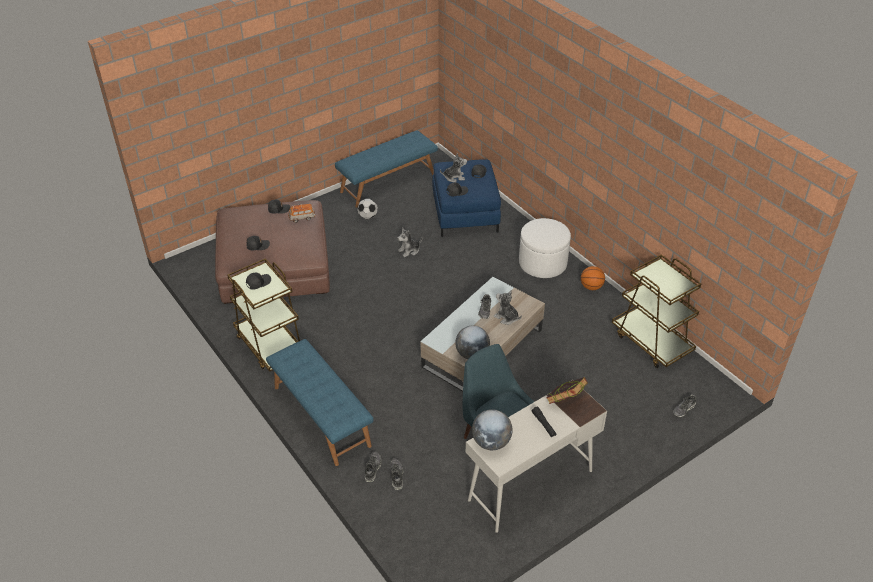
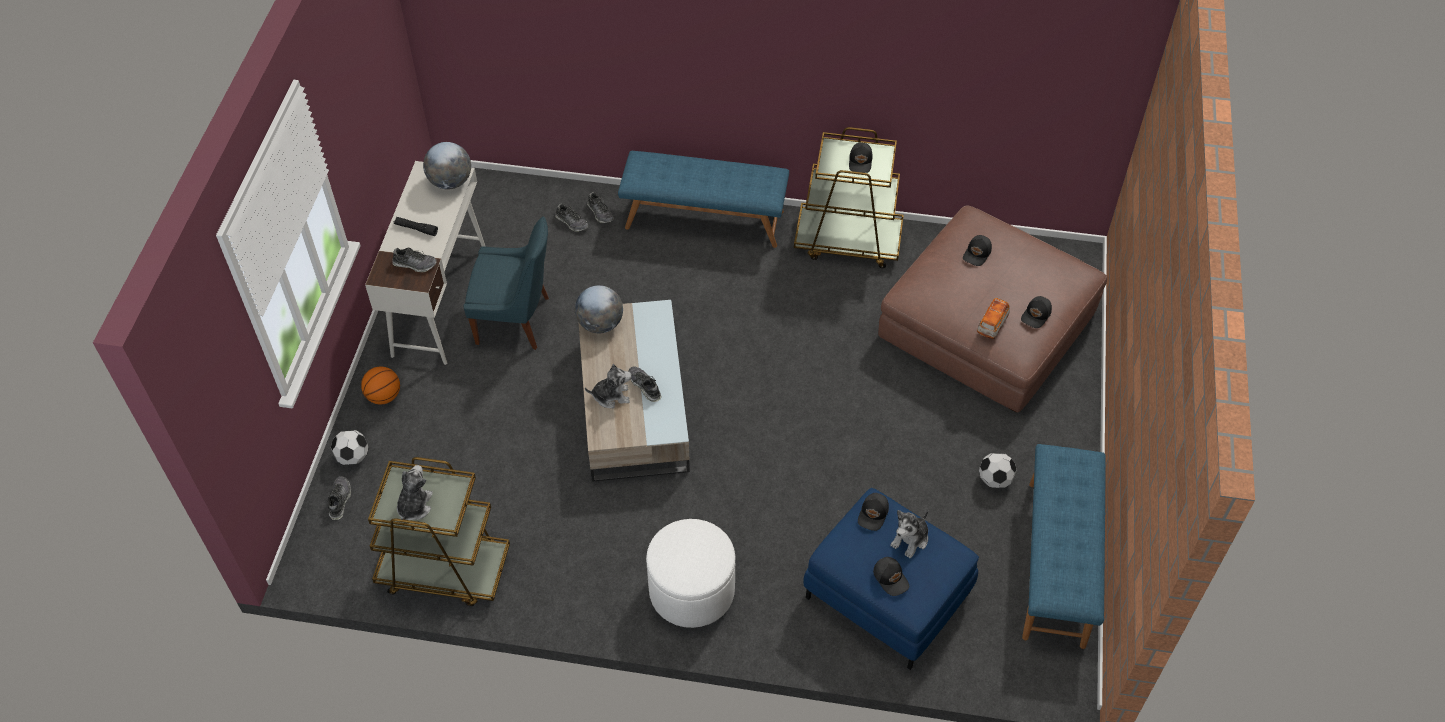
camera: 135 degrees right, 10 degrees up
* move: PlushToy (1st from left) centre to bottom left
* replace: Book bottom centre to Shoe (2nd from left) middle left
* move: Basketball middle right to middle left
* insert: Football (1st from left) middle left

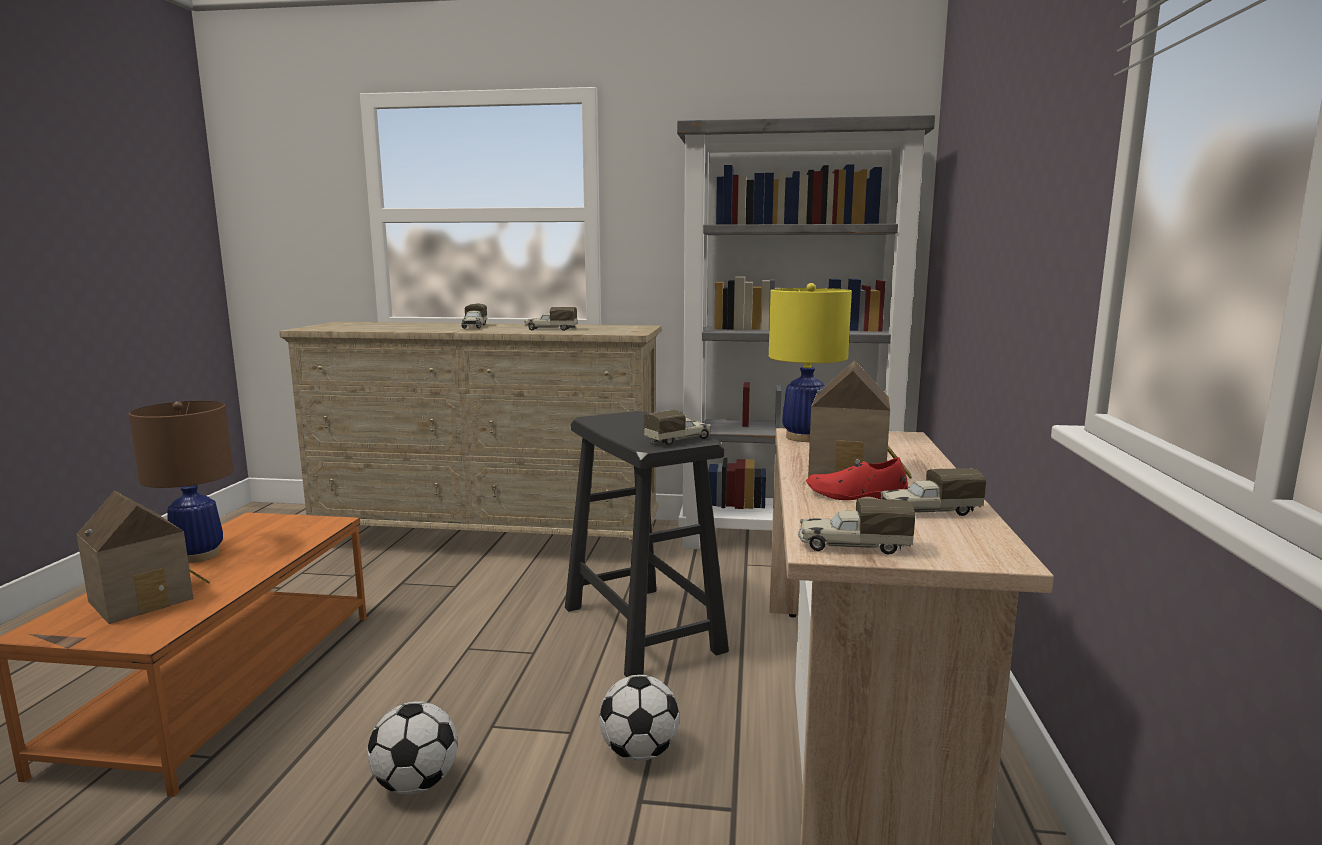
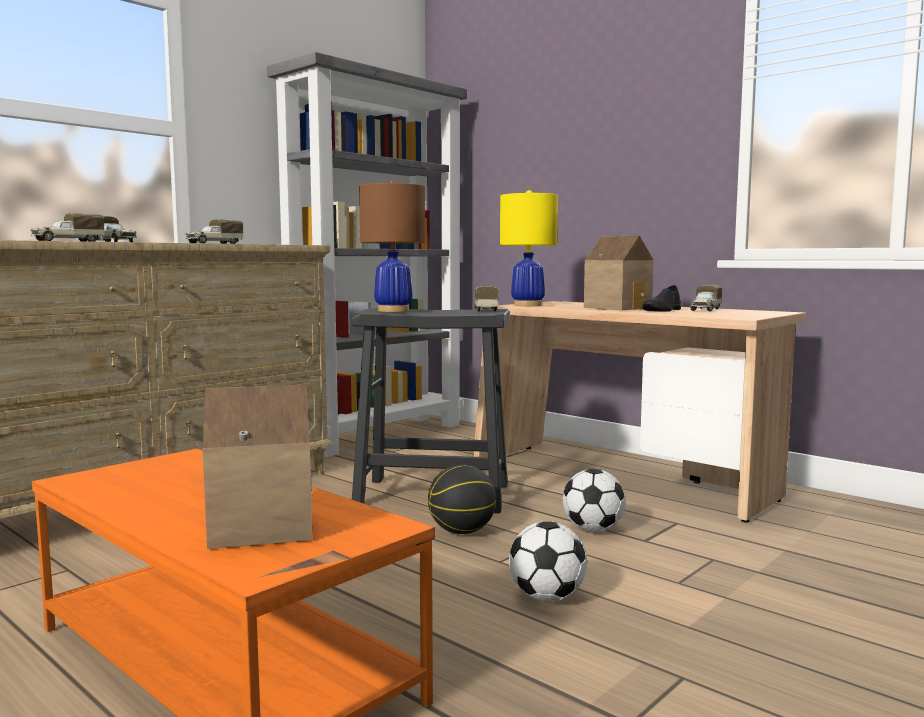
camera: 55 degrees left, 5 degrees down
* move: BrownTableLamp middle left to centre
* move: ToyTruck (4th from left in the first image) centre to ToyTruck (1st from left) top left
* recolor: RedShoe centre to BlackShoe middle right
* insert: Basketball bottom centre

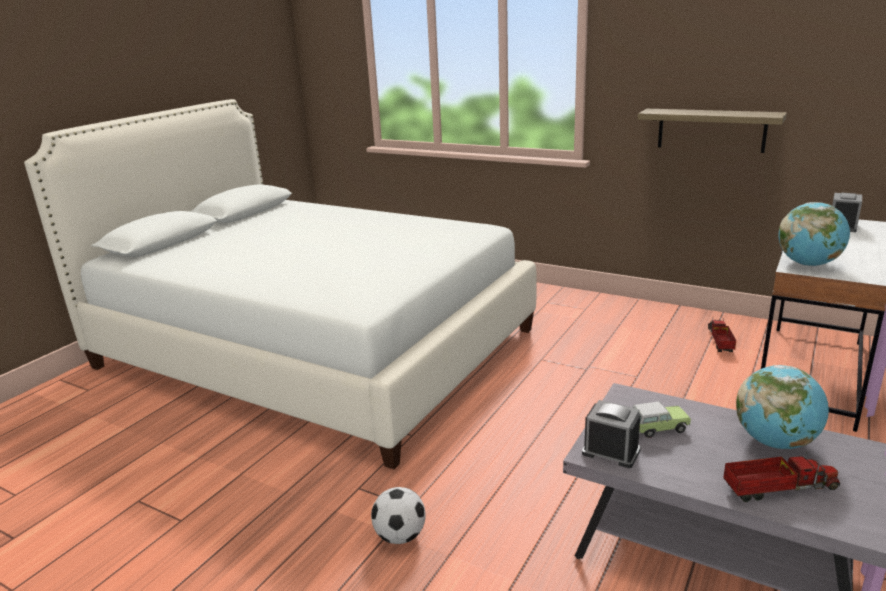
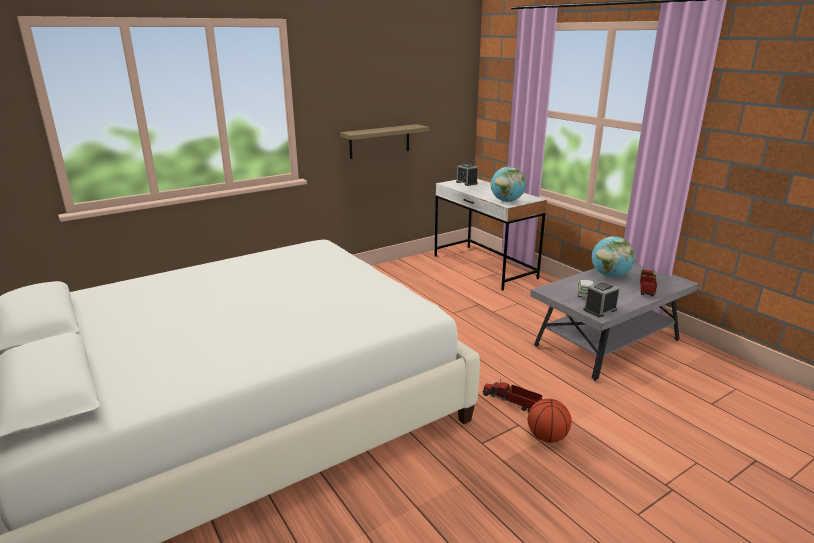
camera: 65 degrees left, 0 degrees up
* replace: Football bottom centre to Basketball bottom right
* move: ToyTruck (1st from left) middle right to bottom centre

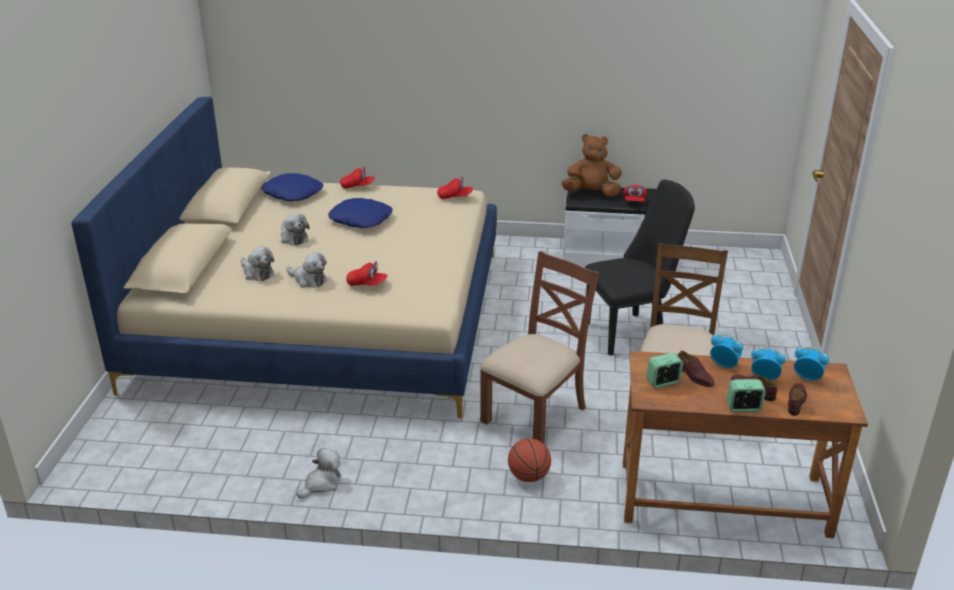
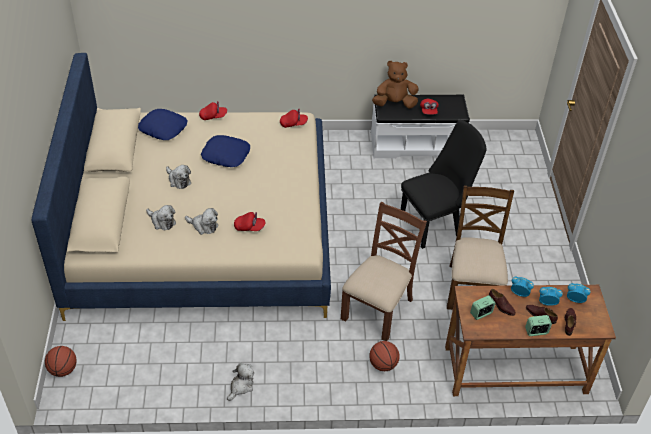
camera: 10 degrees left, 15 degrees up
* insert: Basketball (1st from left) bottom left

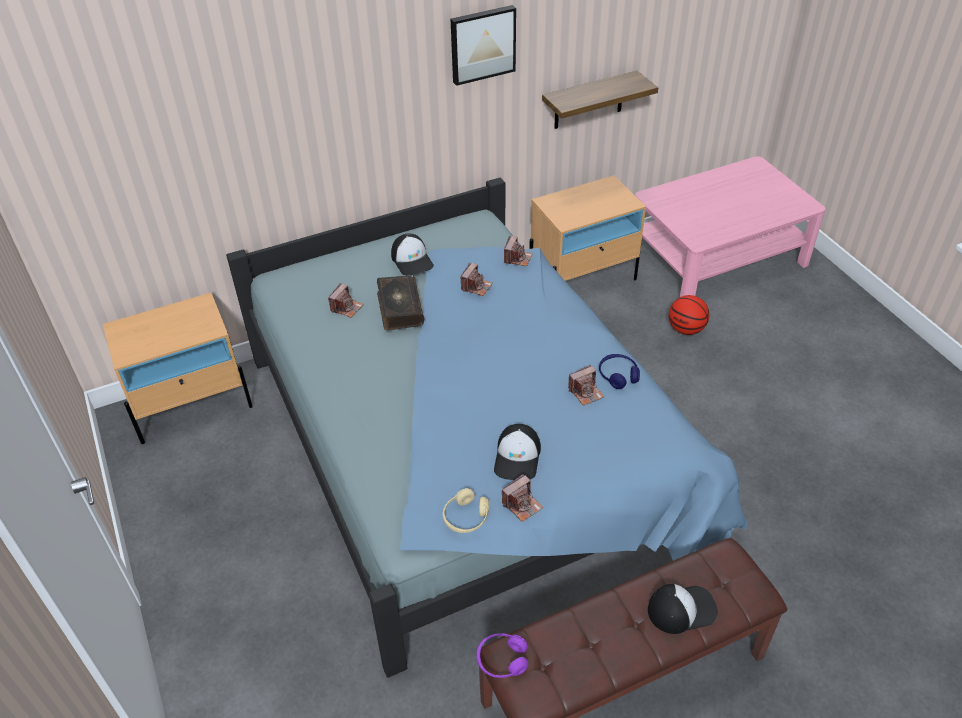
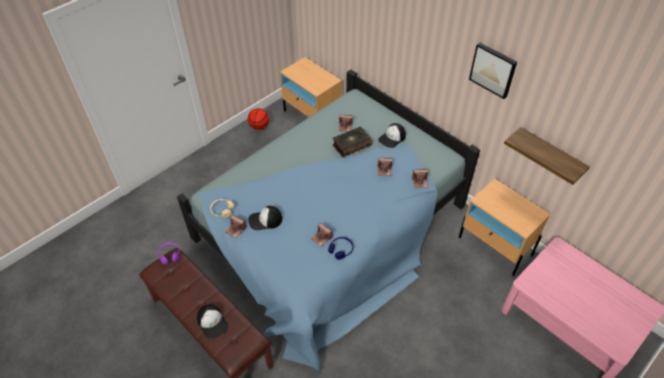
camera: 70 degrees right, 5 degrees up
* move: Basketball middle right to top centre

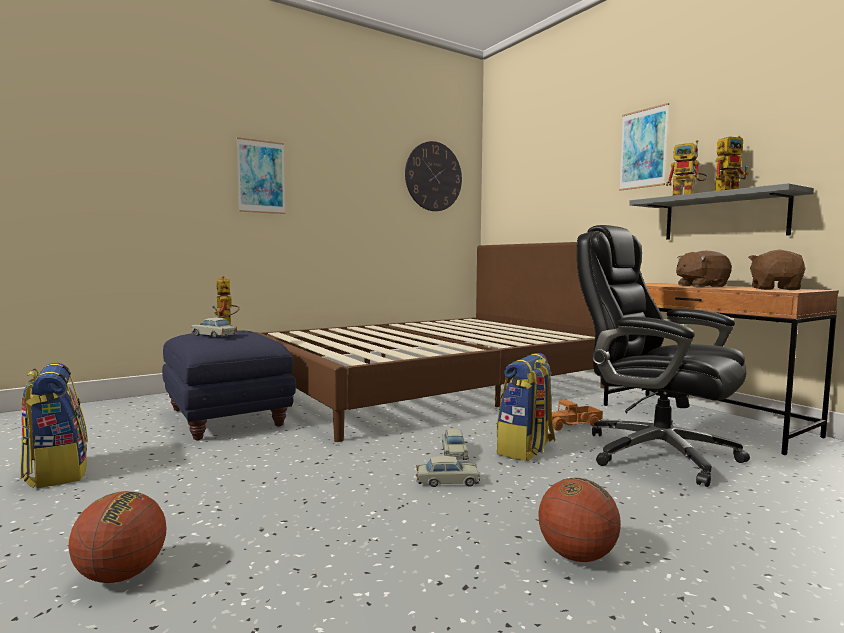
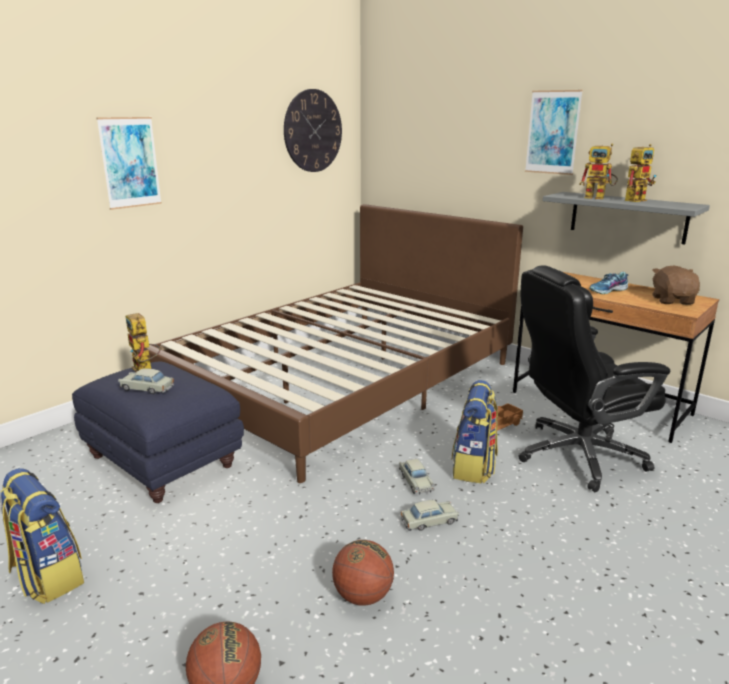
camera: 15 degrees left, 15 degrees up
* move: Basketball (2nd from left) bottom right to bottom centre
* rotate: BlackOfficeChair middle right = middle right 45 degrees counterclockwise
* replace: BrownPlushToy (1st from left) middle right to Shoe middle right

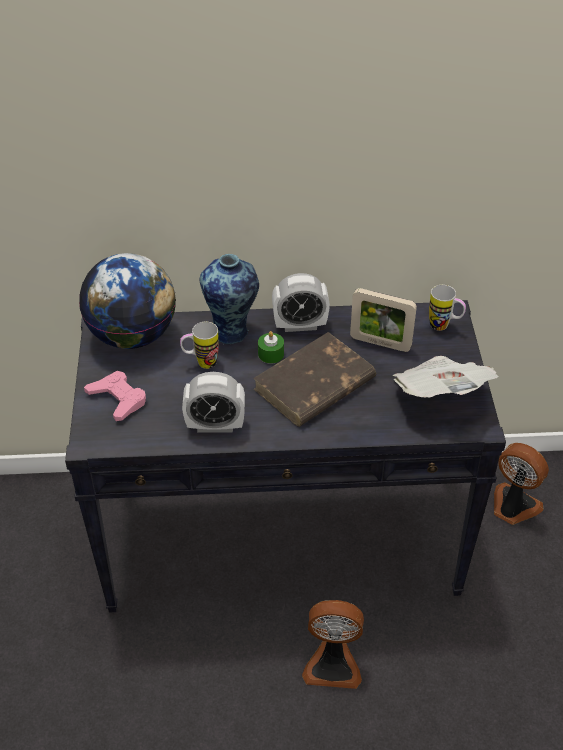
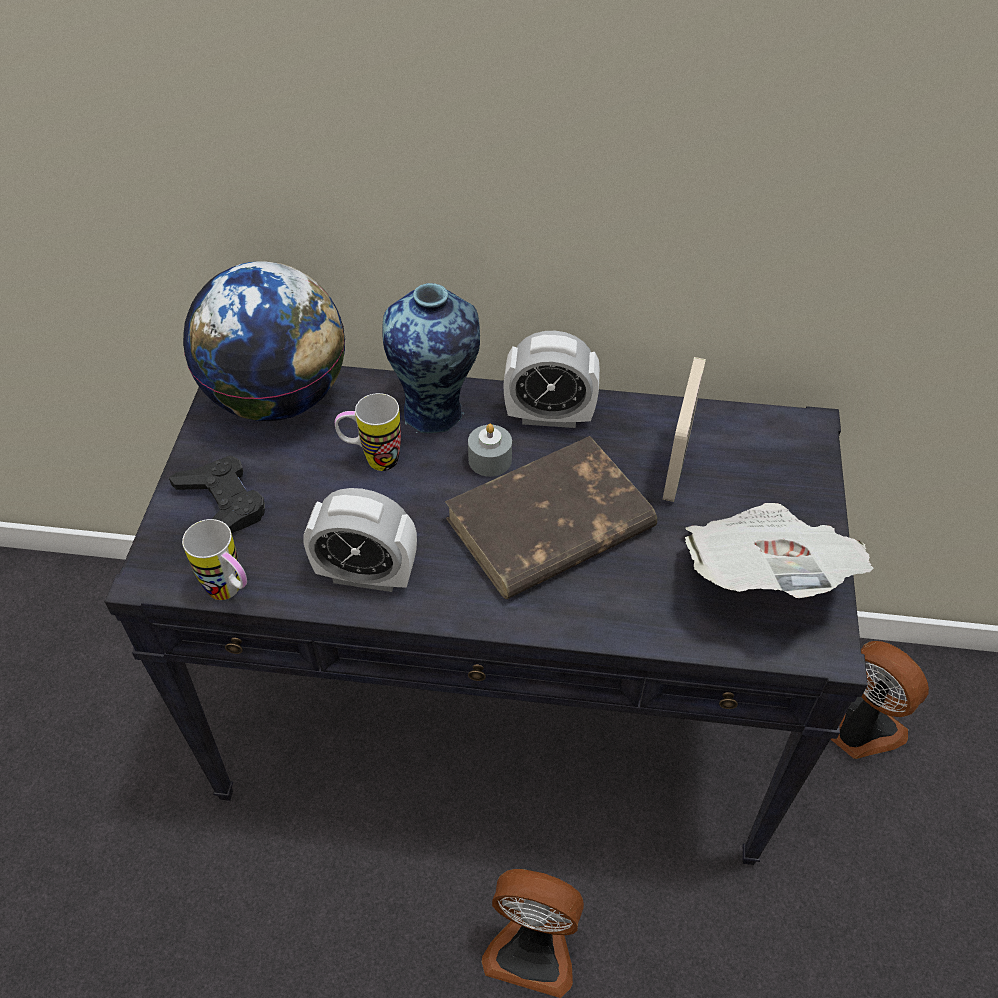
camera: 10 degrees right, 5 degrees up
* recolor: PinkGameController middle left to BlackGameController middle left
* recolor: GreenCandle centre to GreyCandle centre
* rotate: PictureFrame middle right = middle right 75 degrees clockwise
* move: Mug (2nd from left in the first image) middle right to Mug (1st from left) middle left

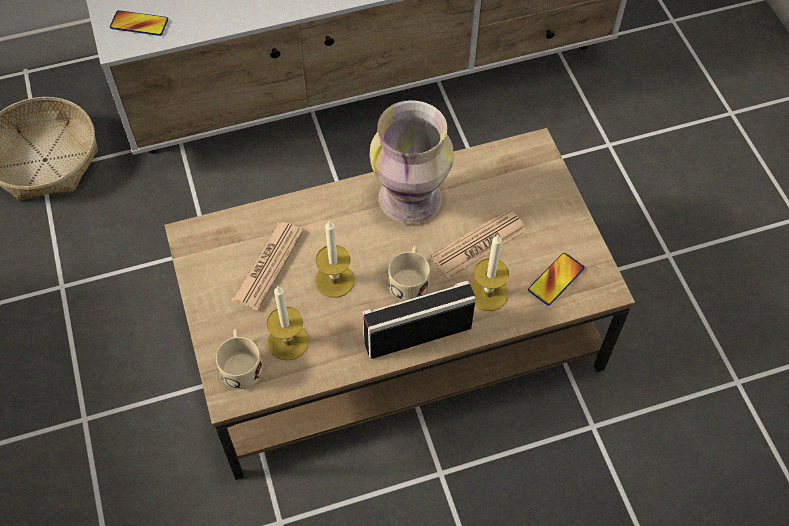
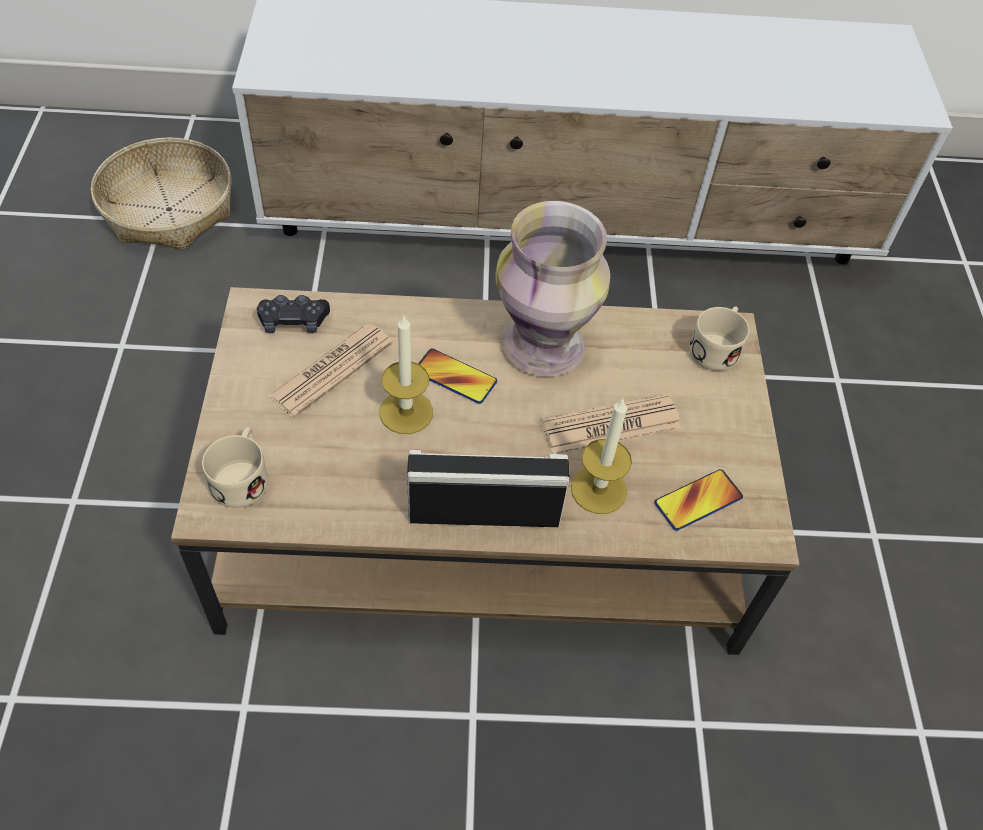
camera: 15 degrees right, 5 degrees down
* move: Phone (1st from left) top left to centre
* delete: Candle (1st from left) centre
* move: BeigeMug (2nd from left) centre to middle right
* insert: BlackGameController middle left

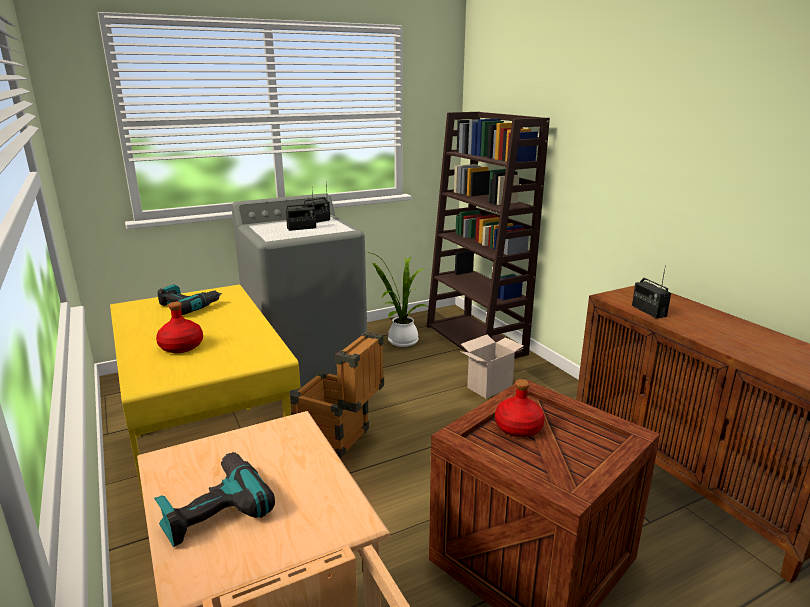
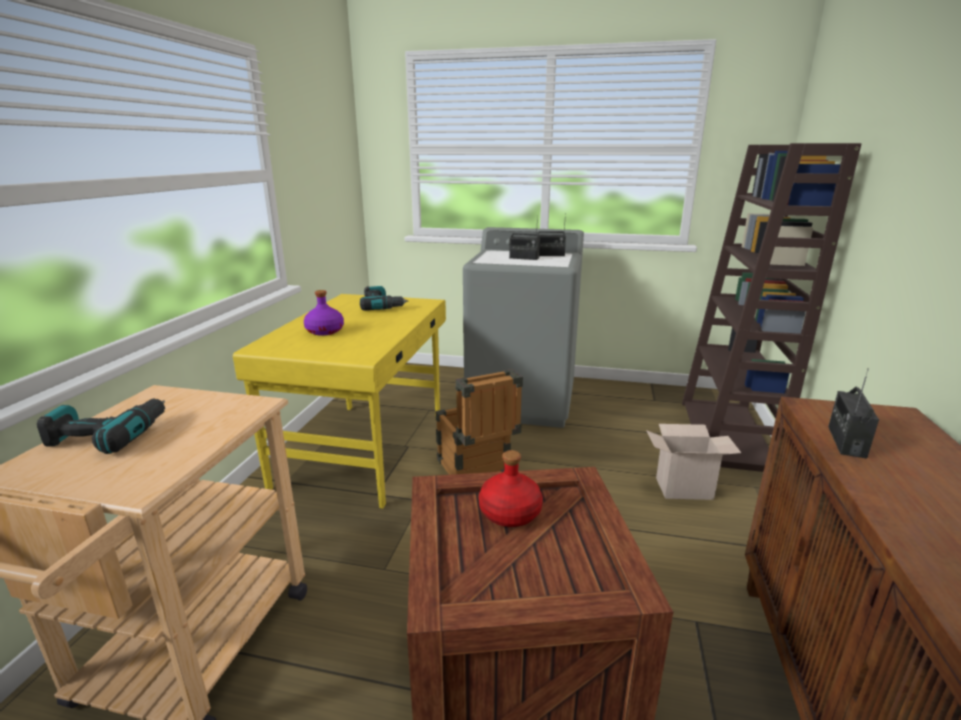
camera: 40 degrees right, 0 degrees up
* recolor: RedBottle (1st from left) middle left to PurpleBottle centre
* delete: PottedPlant centre

